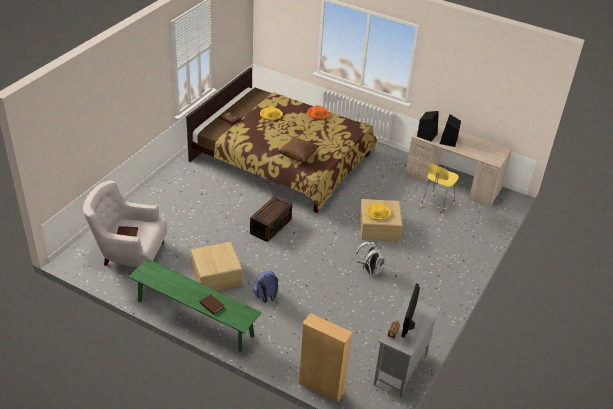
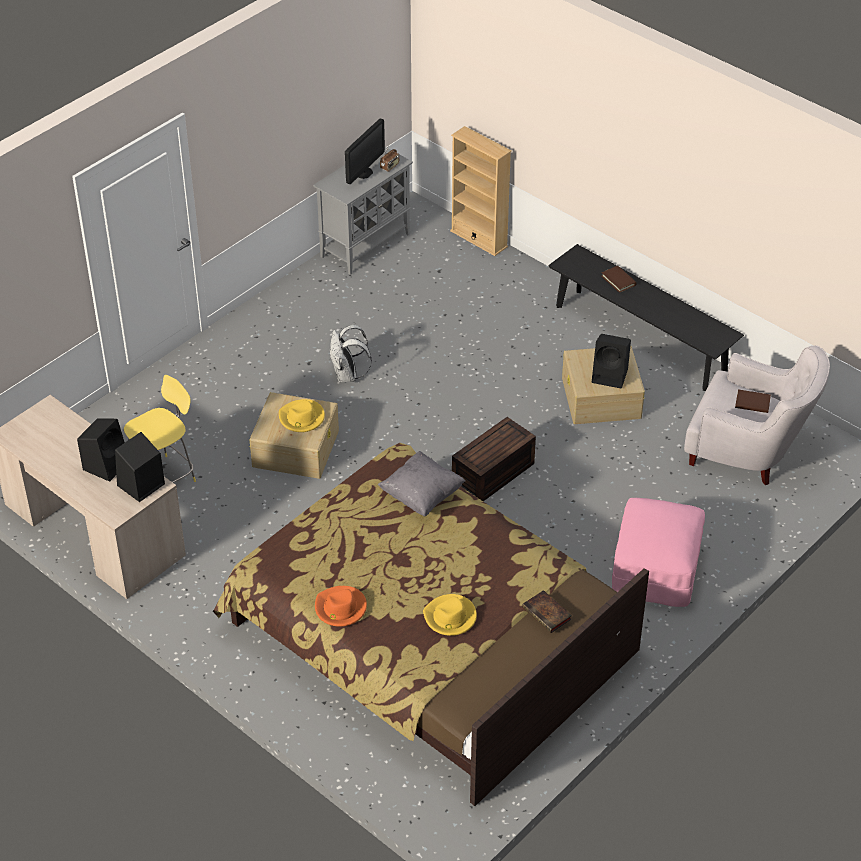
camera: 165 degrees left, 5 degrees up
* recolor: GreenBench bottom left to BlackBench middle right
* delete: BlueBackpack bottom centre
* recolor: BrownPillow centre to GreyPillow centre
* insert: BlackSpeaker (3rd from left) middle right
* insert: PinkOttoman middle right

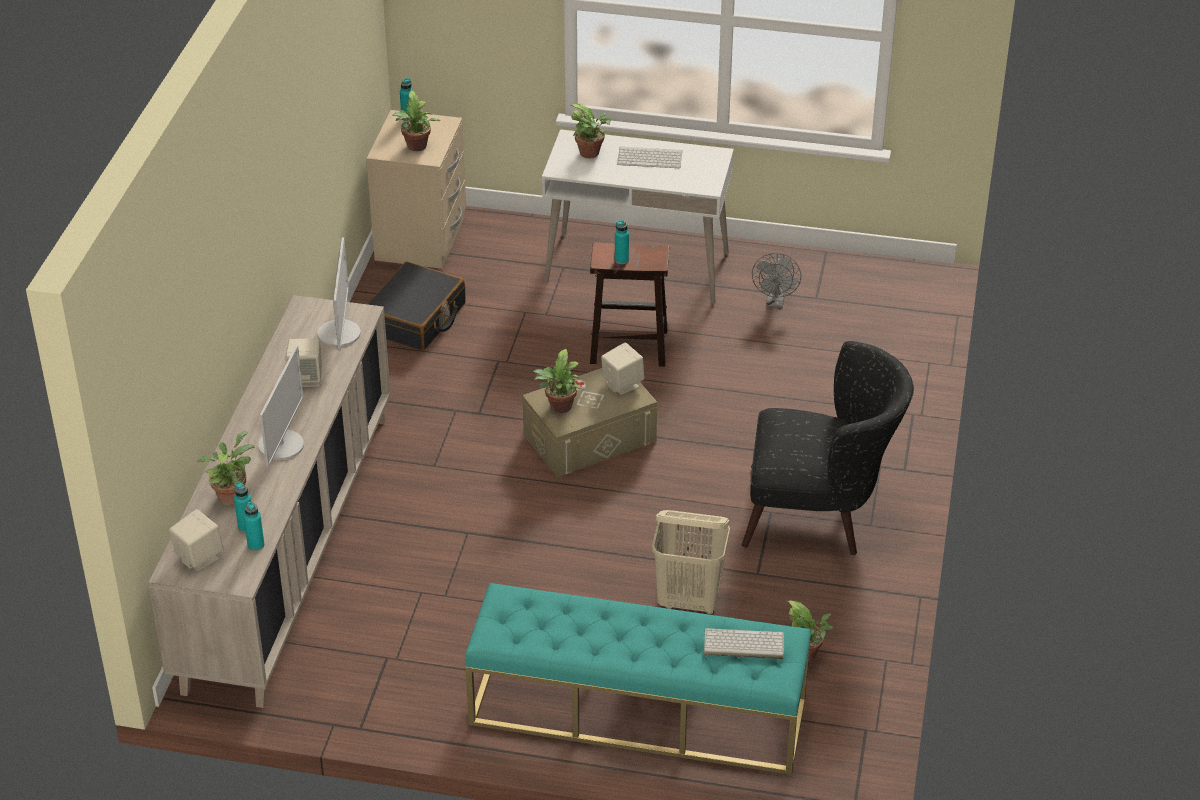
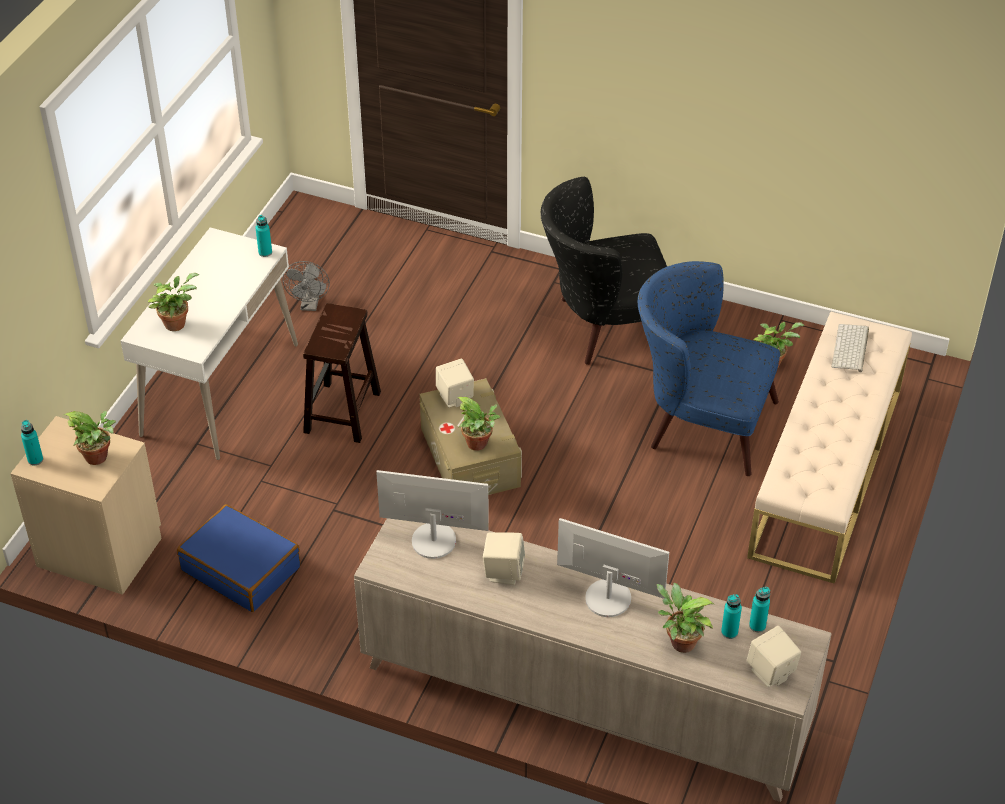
camera: 80 degrees left, 5 degrees up
* recolor: BlackSuitcase centre to BlueSuitcase bottom left
* recolor: TurquoiseBench bottom centre to BeigeBench middle right
* move: TurquoiseBottle (4th from left in the first image) top centre to TurquoiseBottle (2nd from left) top left
* delete: Keyboard (1st from left) top centre
* replace: BeigeLaundryBasket bottom centre to BlueArmchair middle right
* rotate: BlackArmchair middle right = centre 120 degrees counterclockwise
* rotate: GreyFan centre = middle left 75 degrees clockwise

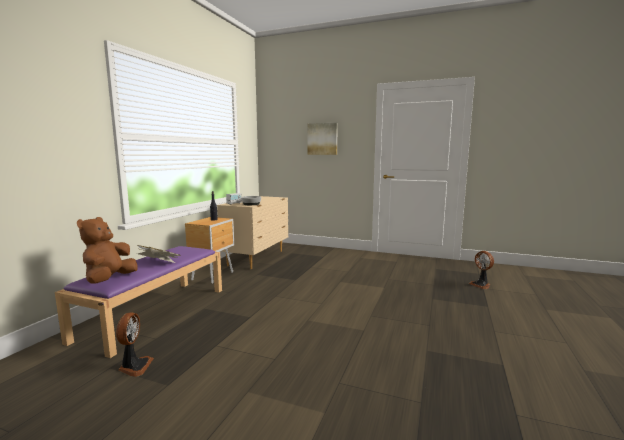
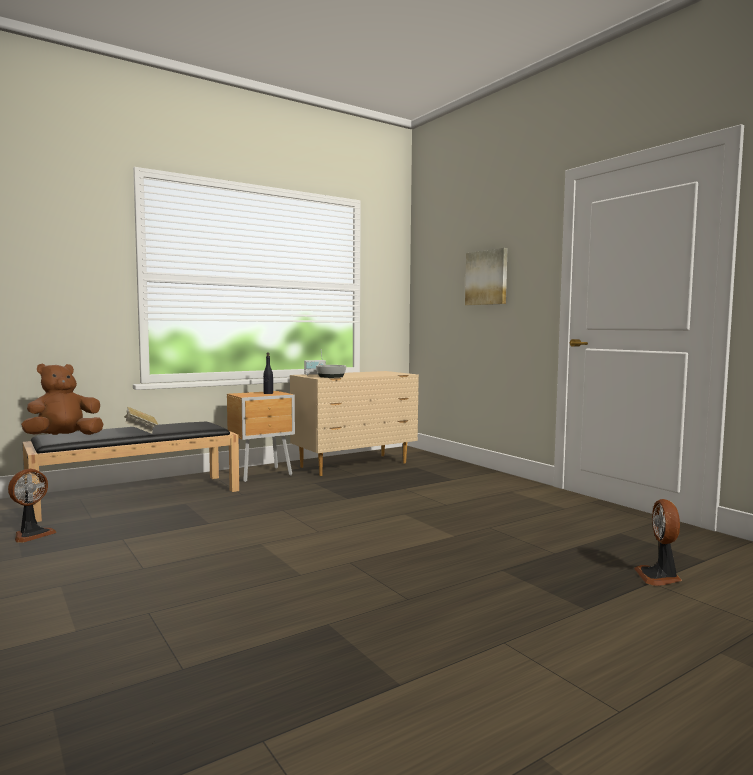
camera: 35 degrees right, 5 degrees down
* recolor: PurpleBench bottom left to BlackBench middle left

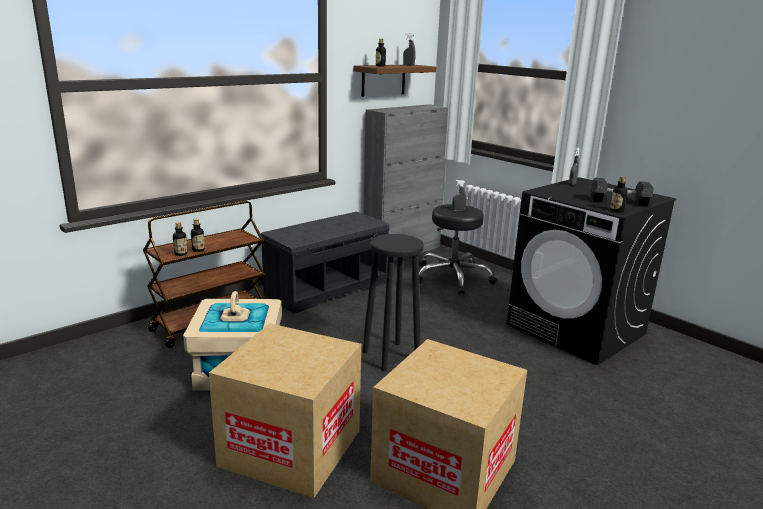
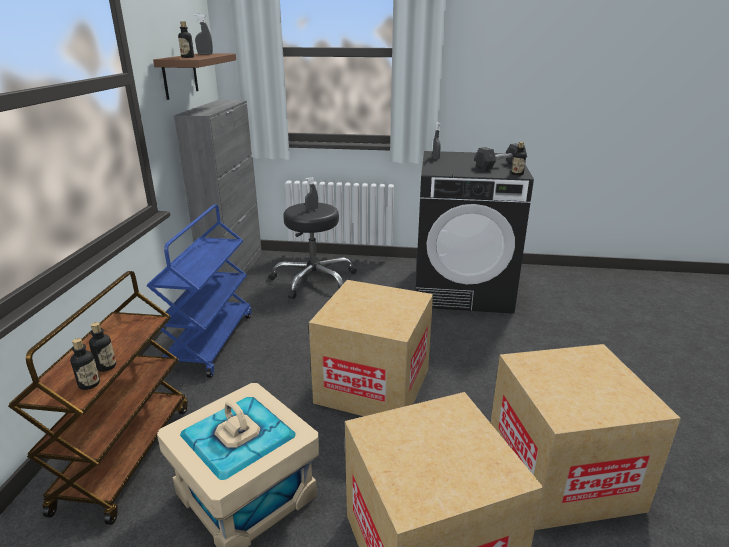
camera: 40 degrees left, 5 degrees up
* replace: GreyBench centre to BlueCart middle left
* replace: BlackStool (1st from left) centre to CardboardBox (1st from left) centre

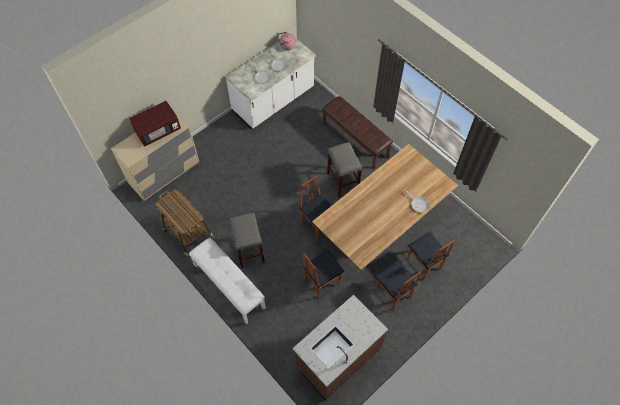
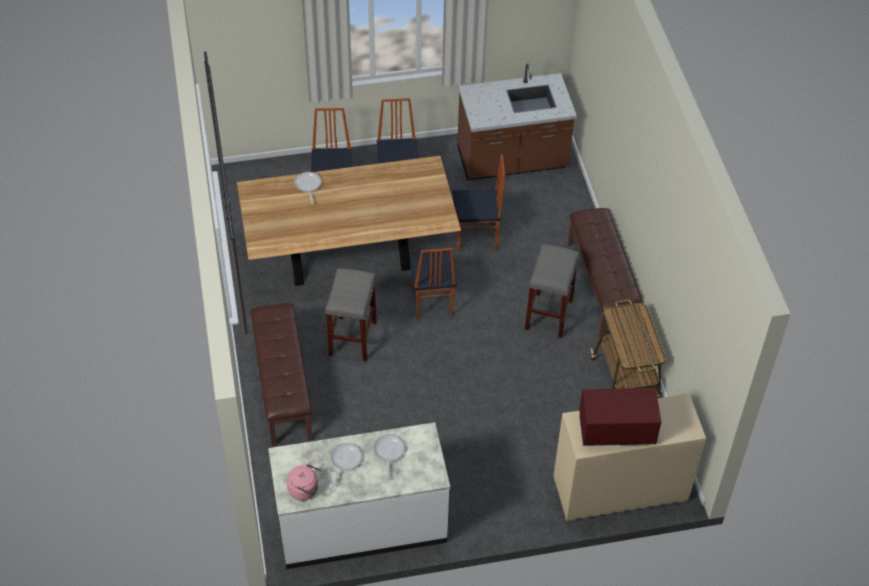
camera: 150 degrees left, 10 degrees down
* recolor: WhiteBench bottom centre to BrownBench (2nd from left) middle right

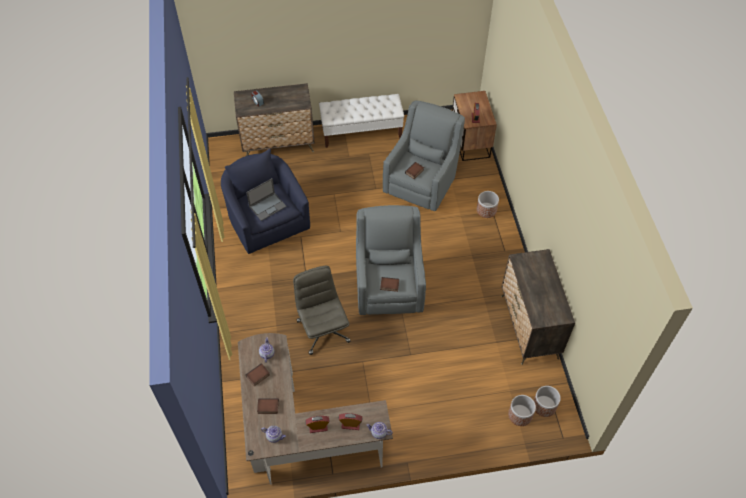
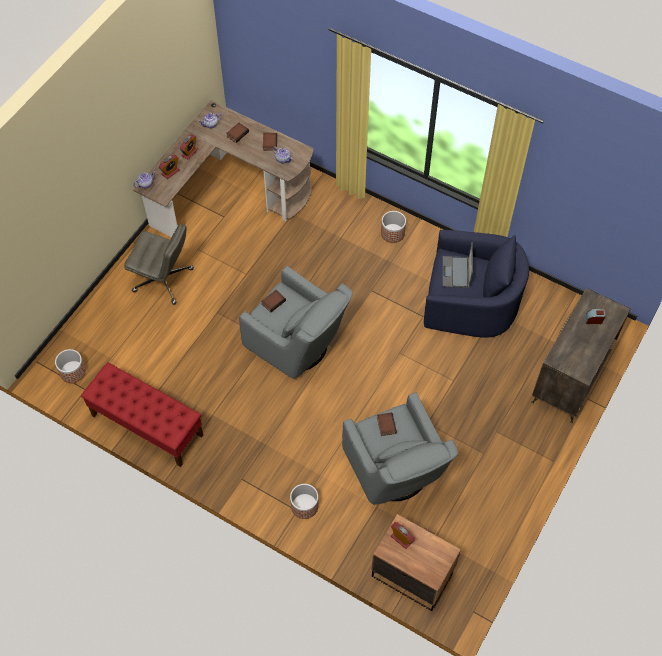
camera: 130 degrees right, 5 degrees up
* move: GreyOfficeChair centre to middle left
* delete: WhiteBench top centre
* replace: Dresser (2nd from left) middle right to RedBench middle left
* move: Planter (2nd from left in the first image) bottom right to Planter (3rd from left) centre

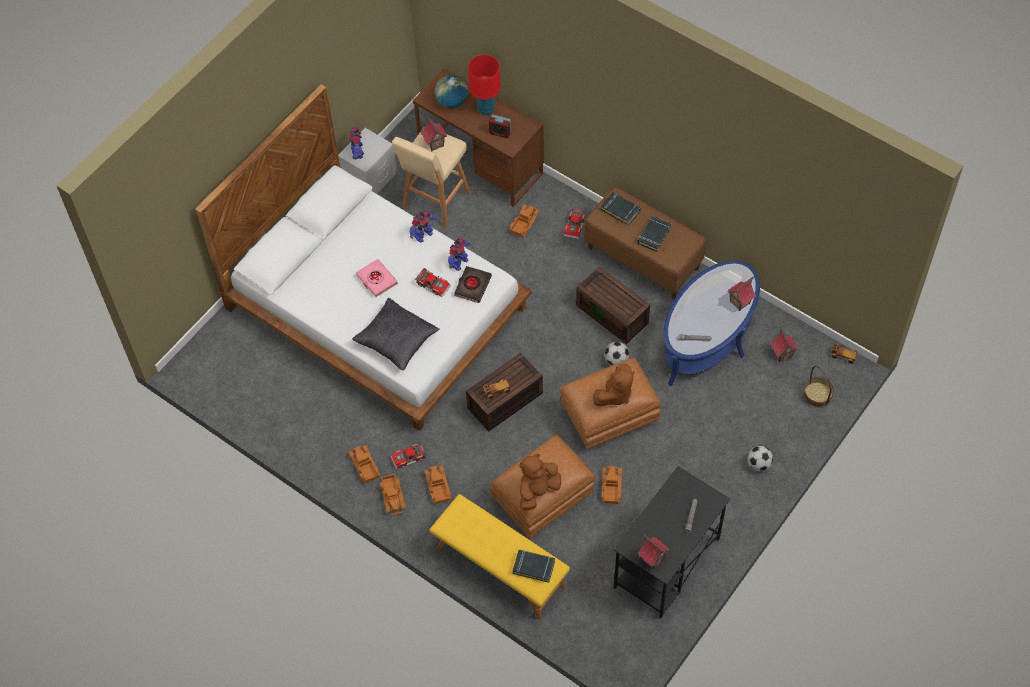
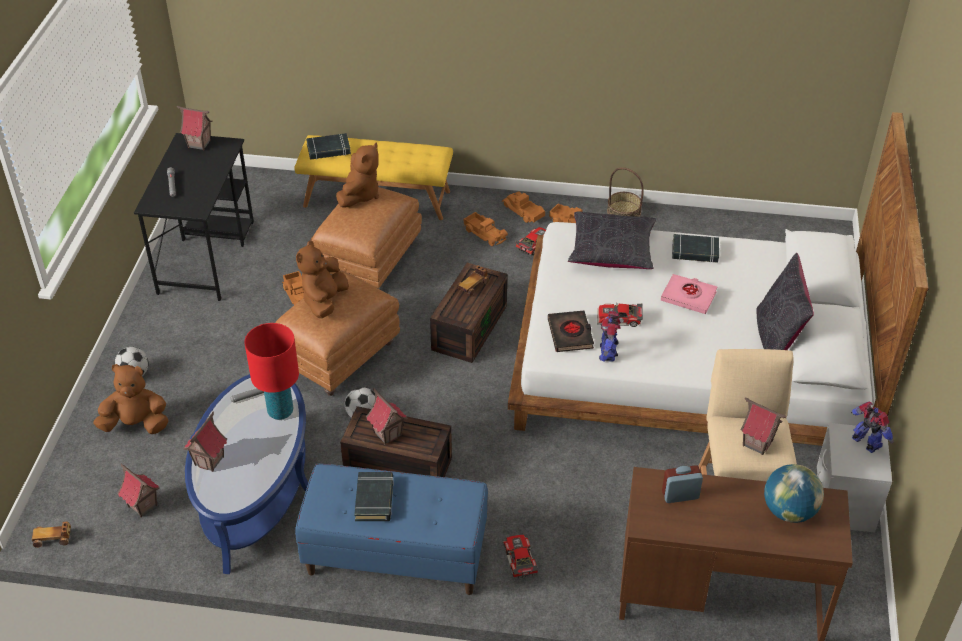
camera: 150 degrees right, 15 degrees down
* delete: ToyRobot (2nd from left) top centre
* move: RedTableLamp top centre to middle left
* delete: ToyTruck (4th from left) top centre
* recolor: BrownBench centre to BlueBench bottom centre
* move: BlackBook (3rd from left in the first image) top centre to BlackBook (4th from left) middle right
* move: Basket middle right to top centre
* insert: BrownPlushToy (1st from left) middle left
* insert: ToyHouse (4th from left) centre
* insert: BlackPillow (2nd from left) middle right

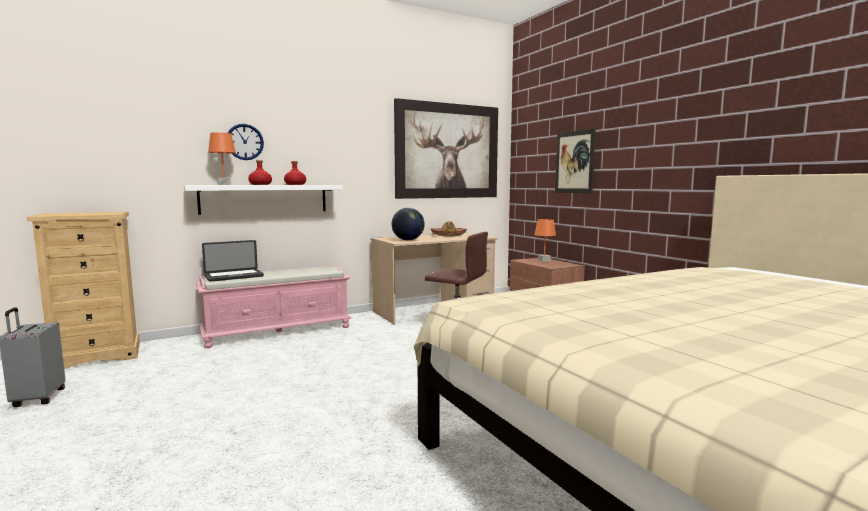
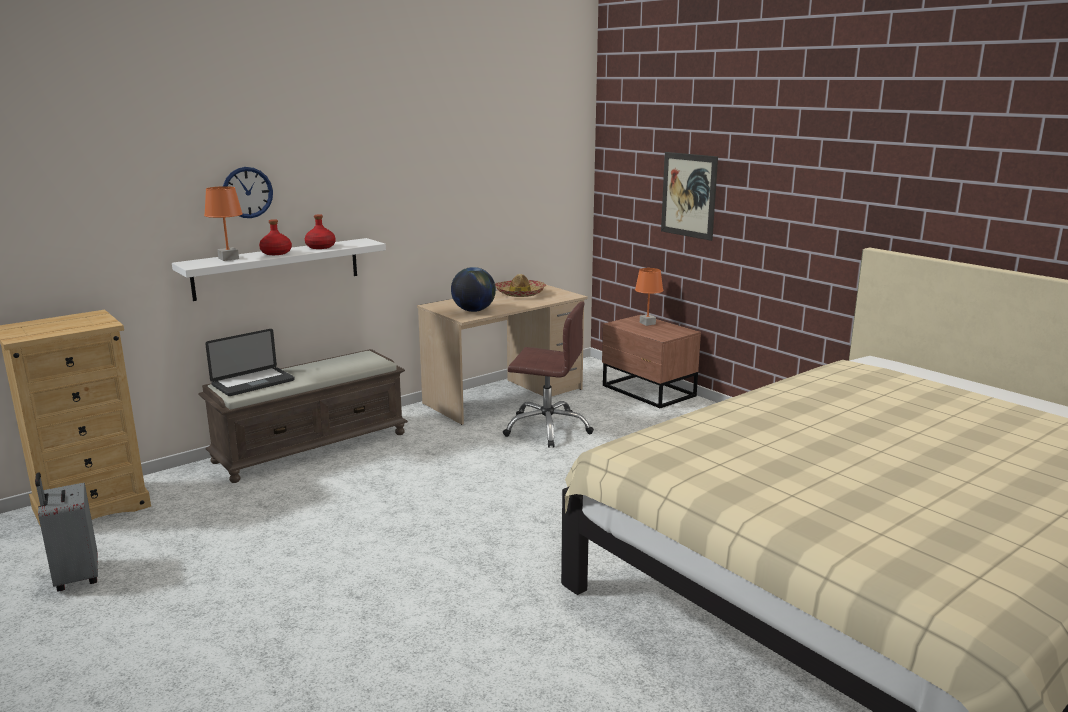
camera: 10 degrees left, 10 degrees up
* recolor: PinkBench middle left to BrownBench middle left
* delete: Picture (1st from left) top centre

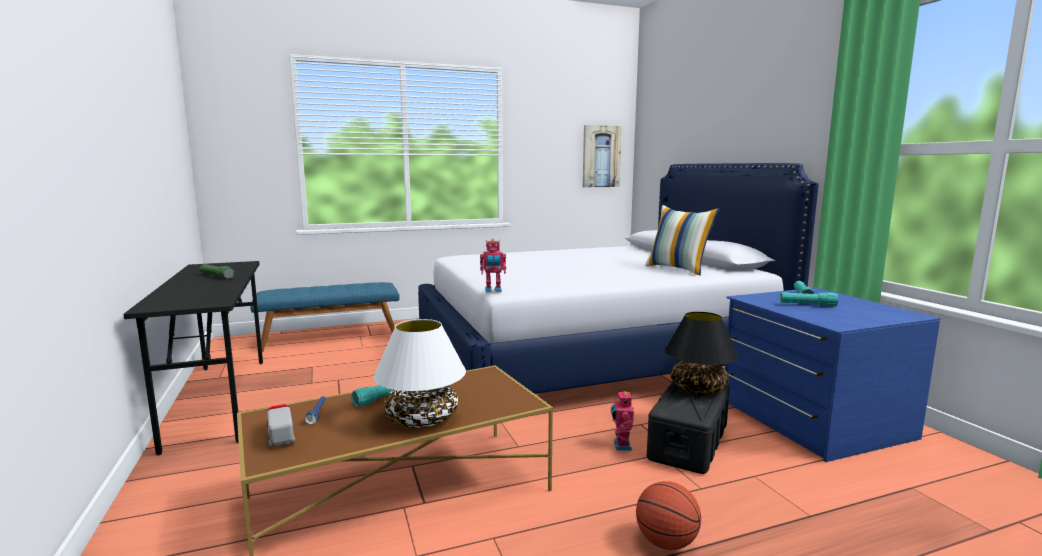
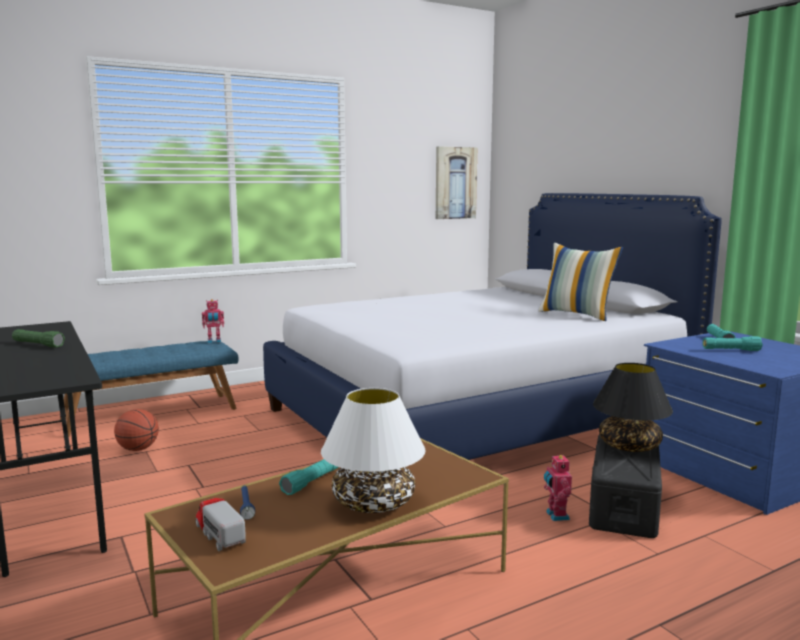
camera: 10 degrees left, 0 degrees up
* move: ToyRobot (1st from left) centre to middle left
* move: Basketball bottom centre to bottom left

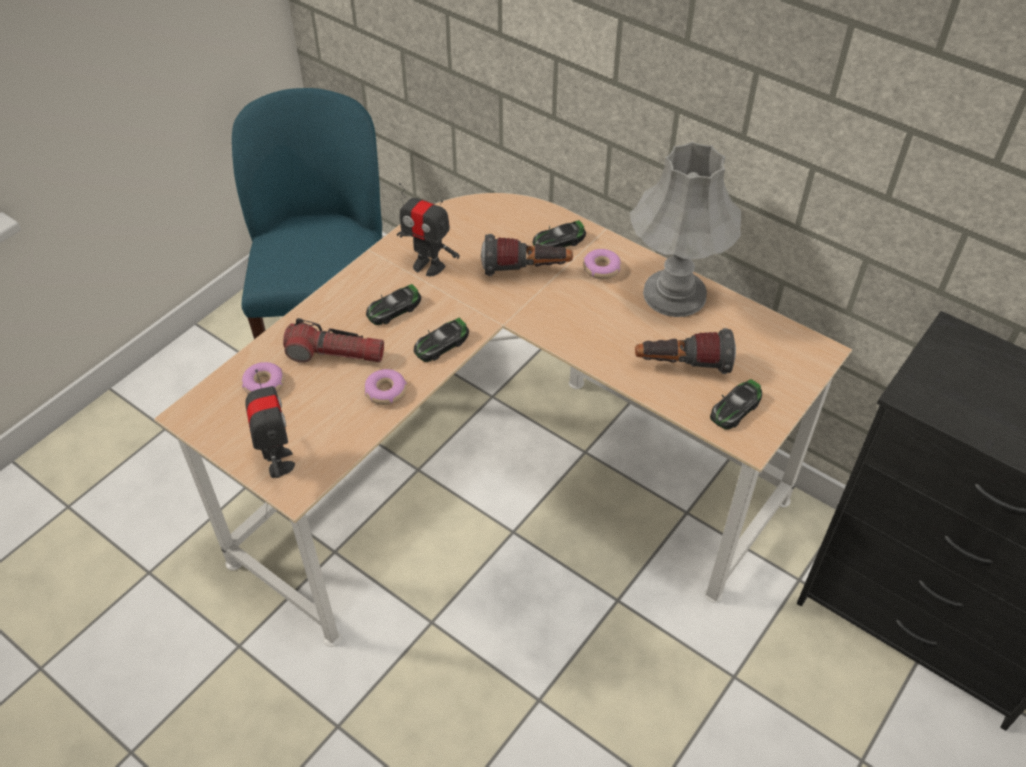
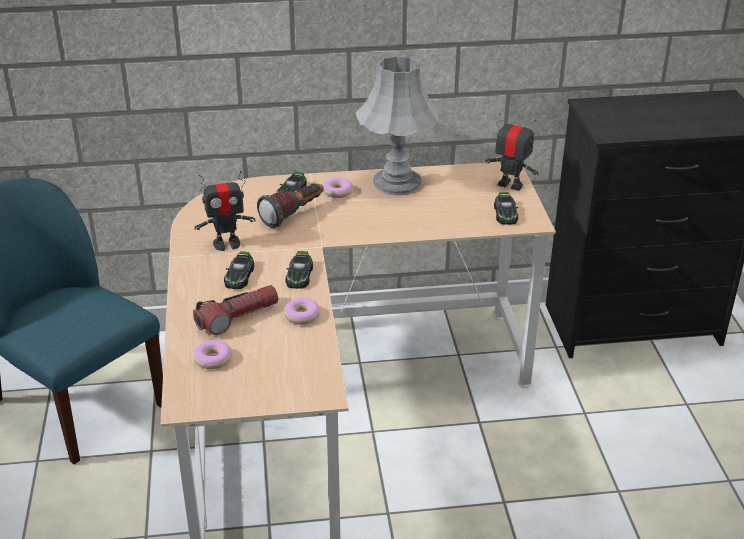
camera: 45 degrees left, 15 degrees down
* move: ToyRobot (1st from left in the first image) middle left to ToyRobot (2nd from left) top right
* delete: Flashlight (3rd from left) middle right

